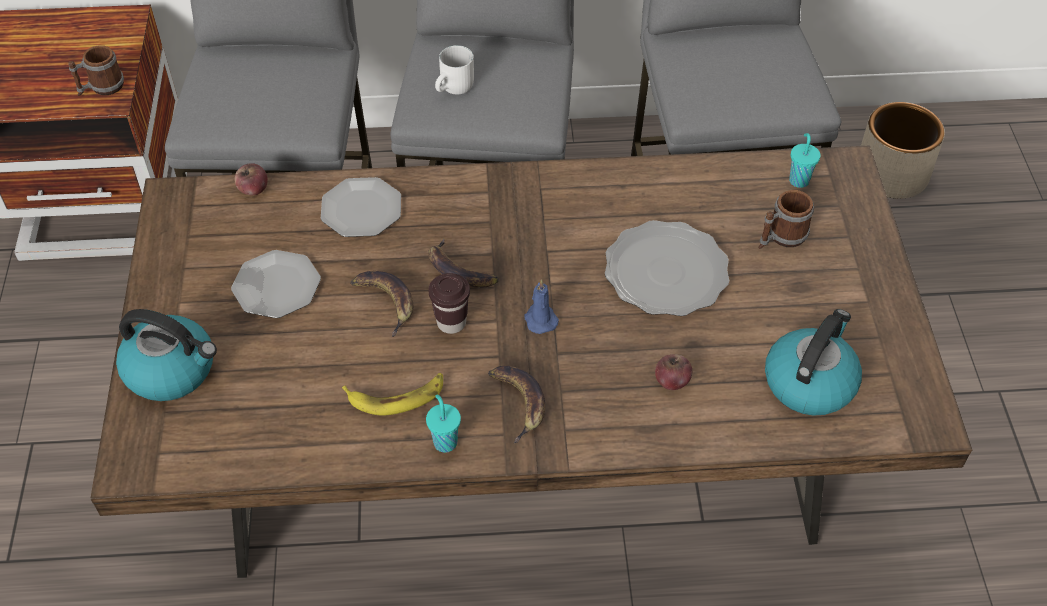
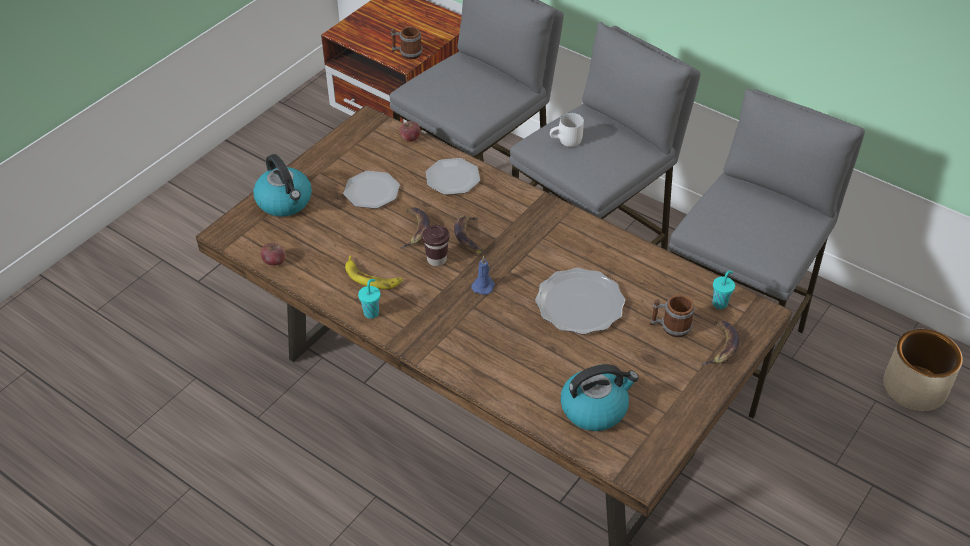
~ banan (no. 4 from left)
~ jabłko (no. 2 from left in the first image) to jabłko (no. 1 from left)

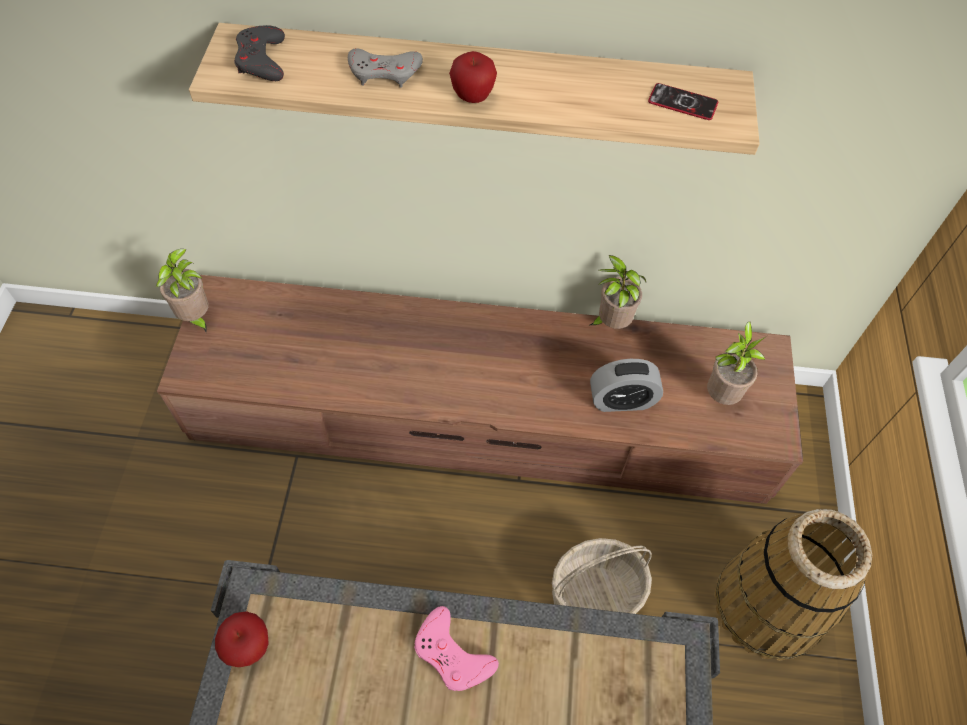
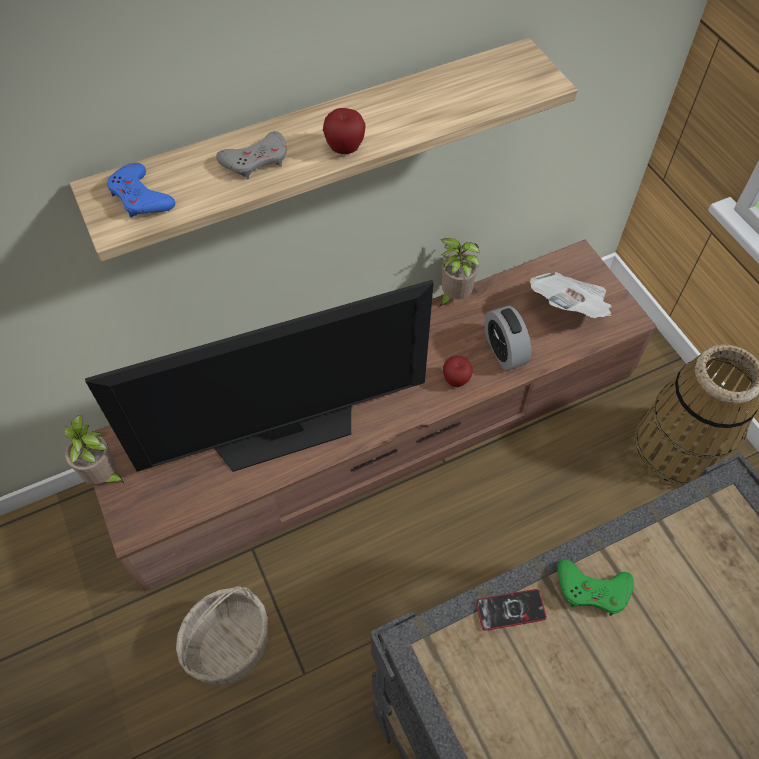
+ telewizor
~ jabłko (no. 1 from left in the first image) to jabłko (no. 2 from left)
~ koszyk (no. 1 from left)
~ telefon
~ roślina doniczkowa (no. 3 from left) to gazeta
~ pad do gier [szary] (no. 1 from left) to pad do gier [niebieski]
~ pad do gier [różowy] to pad do gier [zielony]
~ budzik 105 degrees clockwise

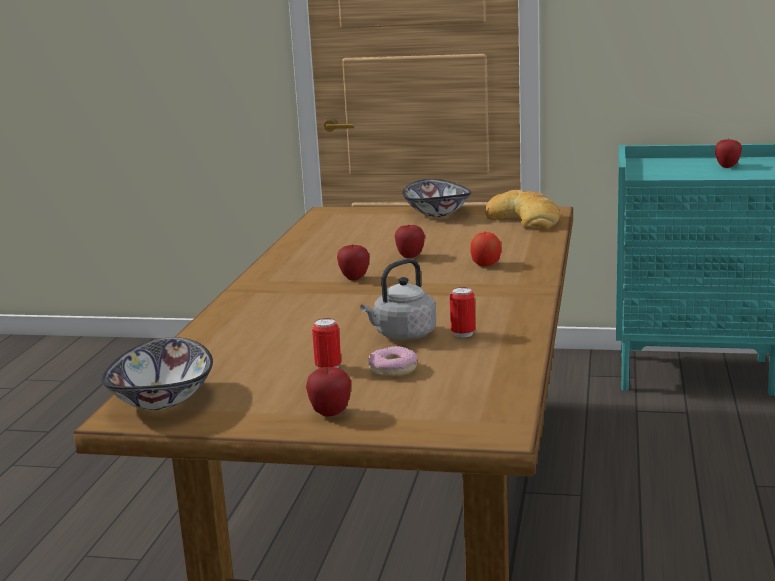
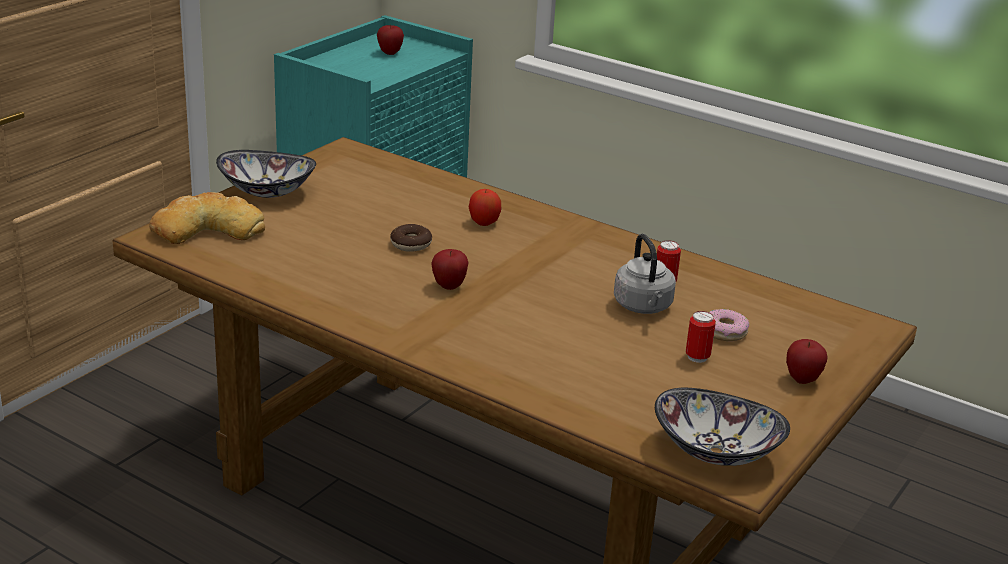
~ chleb
~ jabłko (no. 3 from left) to donut (no. 1 from left)

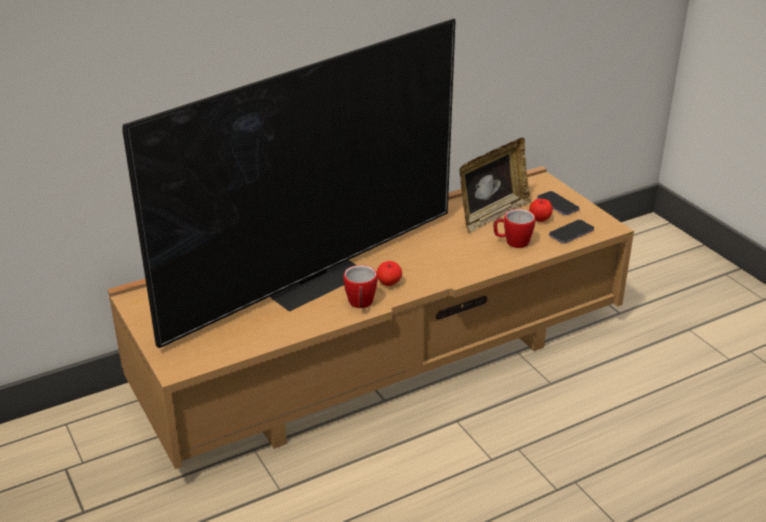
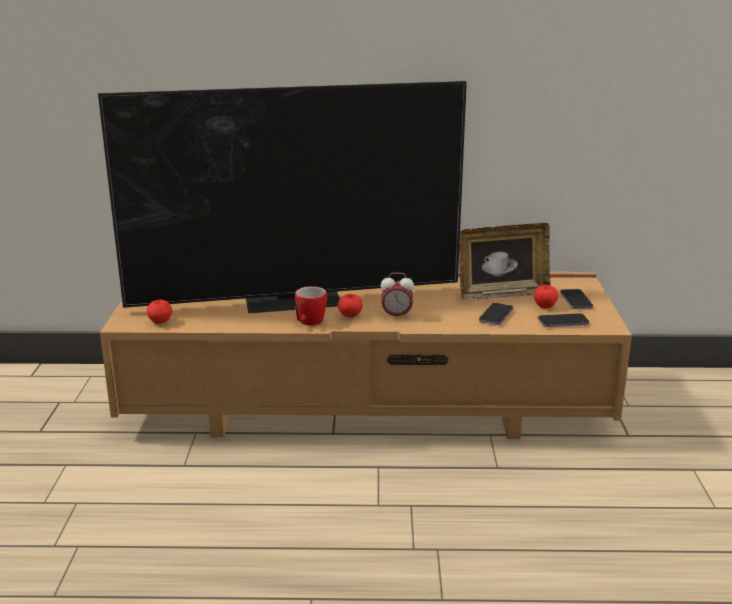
+ jabłko (no. 1 from left)
+ budzik
~ kubek (no. 2 from left) to telefon (no. 1 from left)

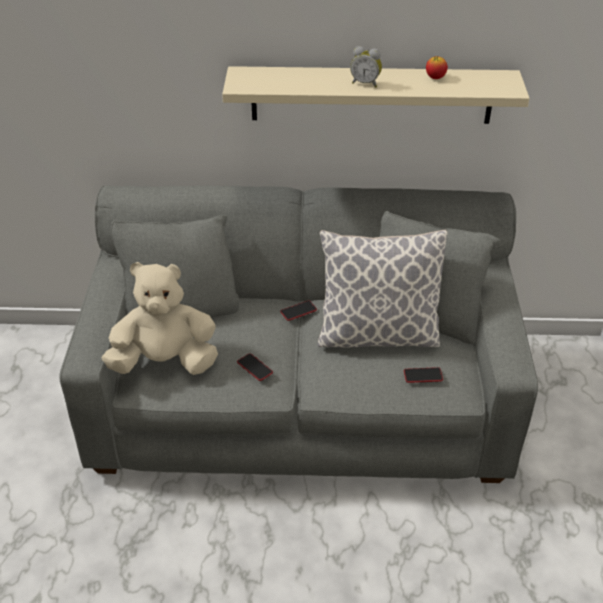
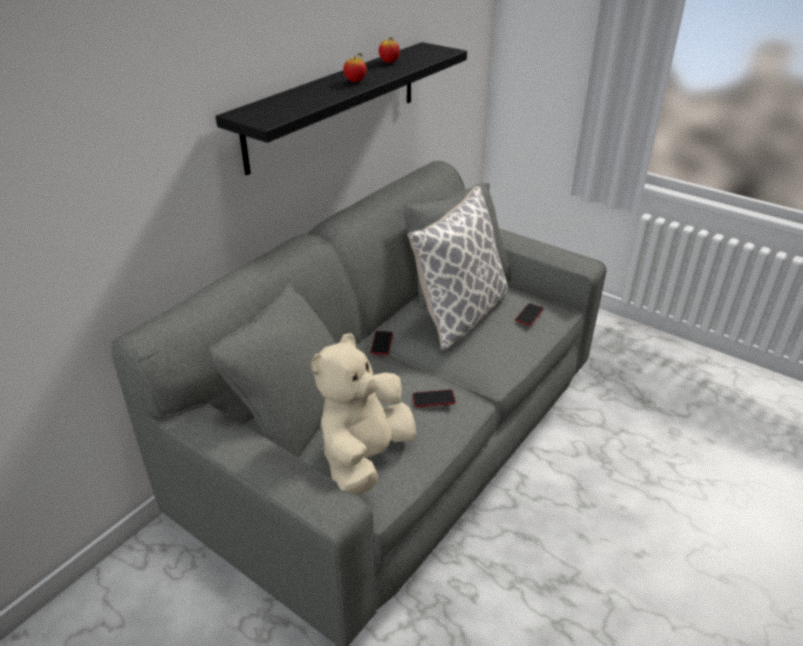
~ budzik to jabłko (no. 1 from left)
~ półka [beżowy] to półka [czarny]

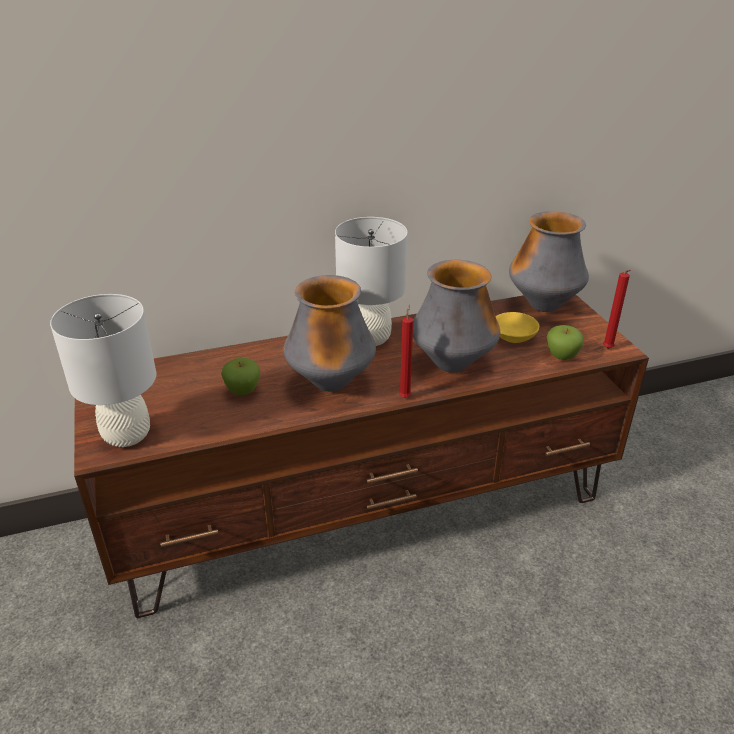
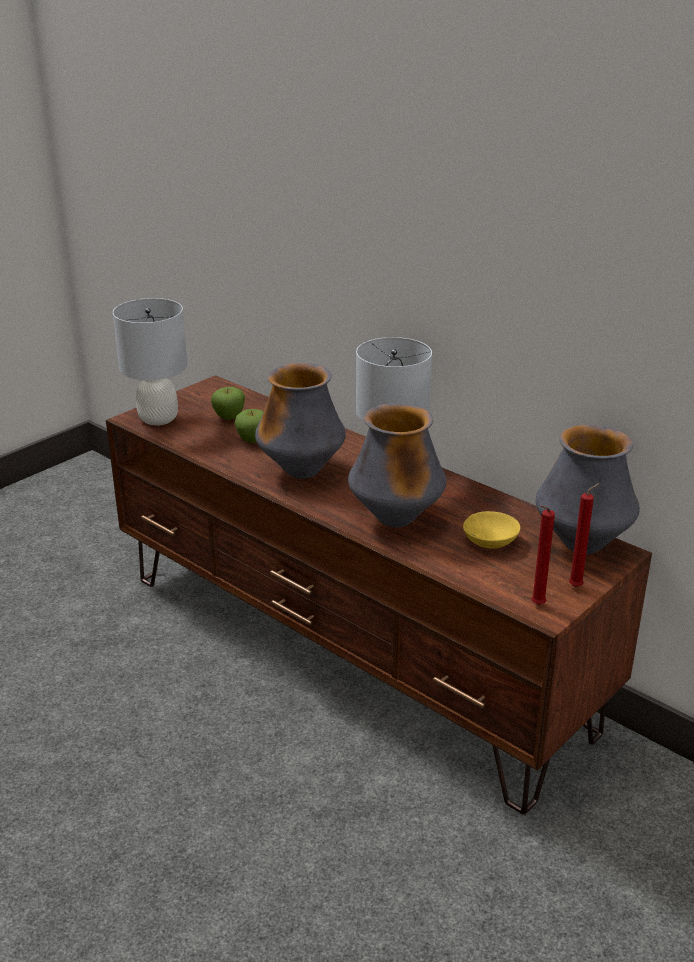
~ świeca [czerwony] (no. 1 from left in the first image) to świeca [czerwony] (no. 2 from left)
~ jabłko (no. 2 from left in the first image) to jabłko (no. 1 from left)

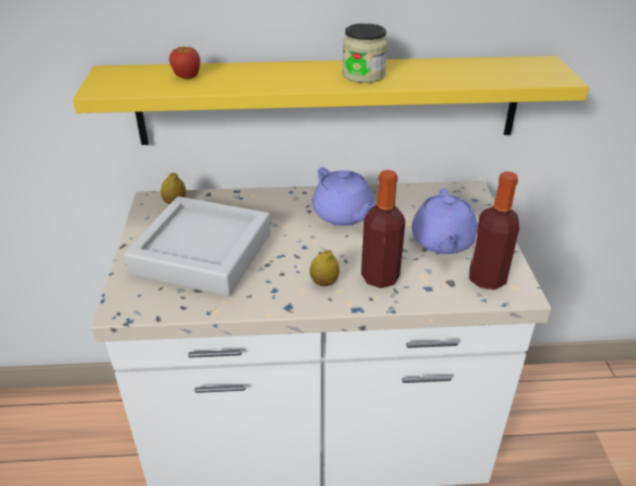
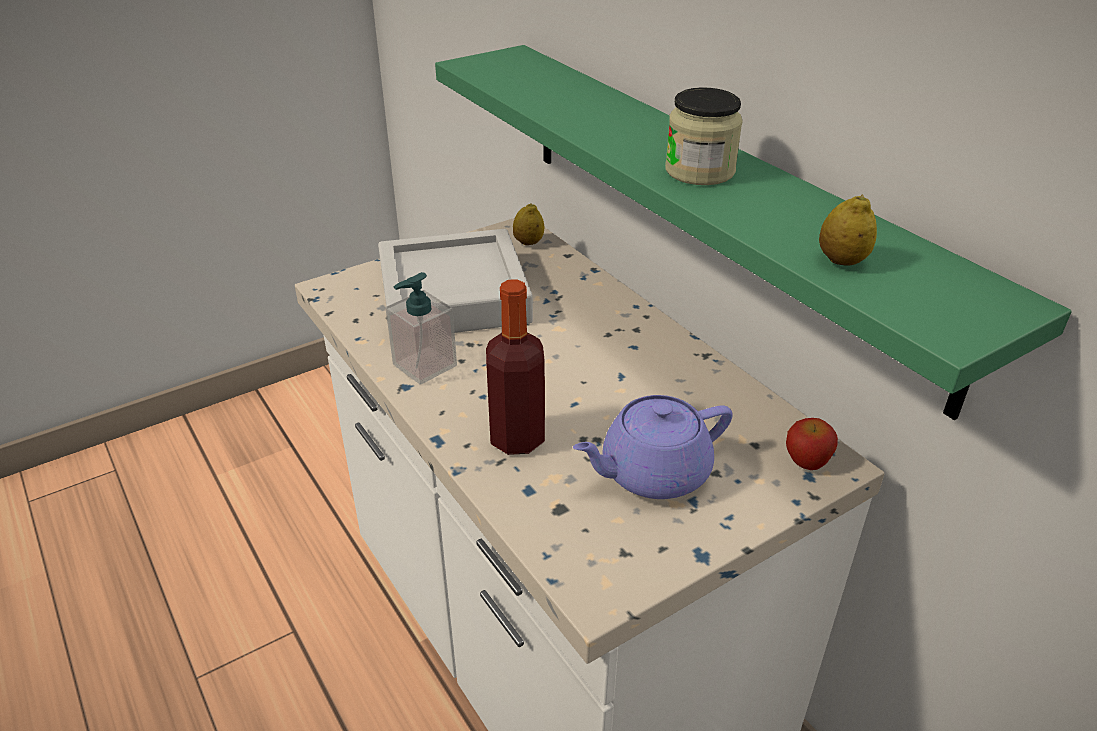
- imbryk [fioletowy] (no. 1 from left)
- butelka (no. 2 from left)
+ dozownik mydła
~ jabłko
~ cytryna (no. 2 from left)
~ półka [żółty] to półka [zielony]

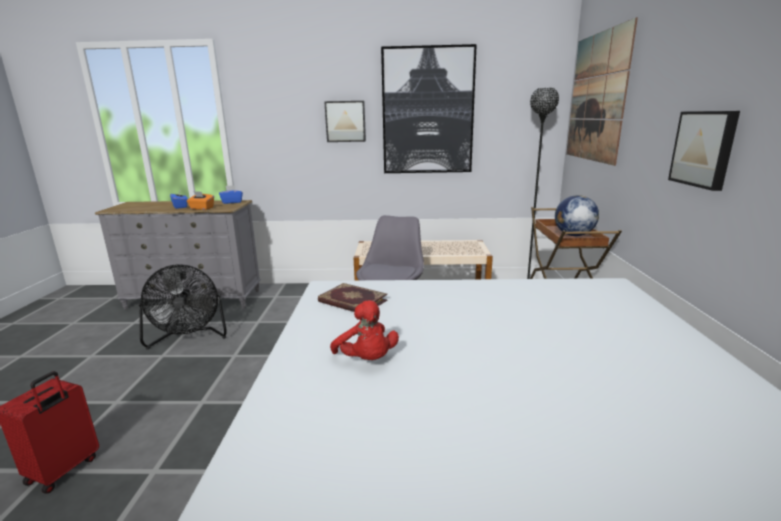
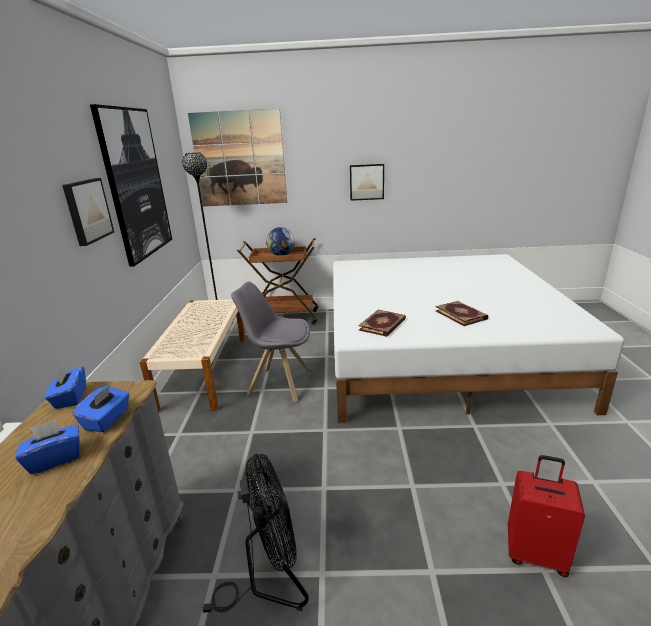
~ pluszak [czerwony] to książka (no. 2 from left)
~ pudełko chusteczek [pomarańczowy] to pudełko chusteczek [niebieski] (no. 3 from left)

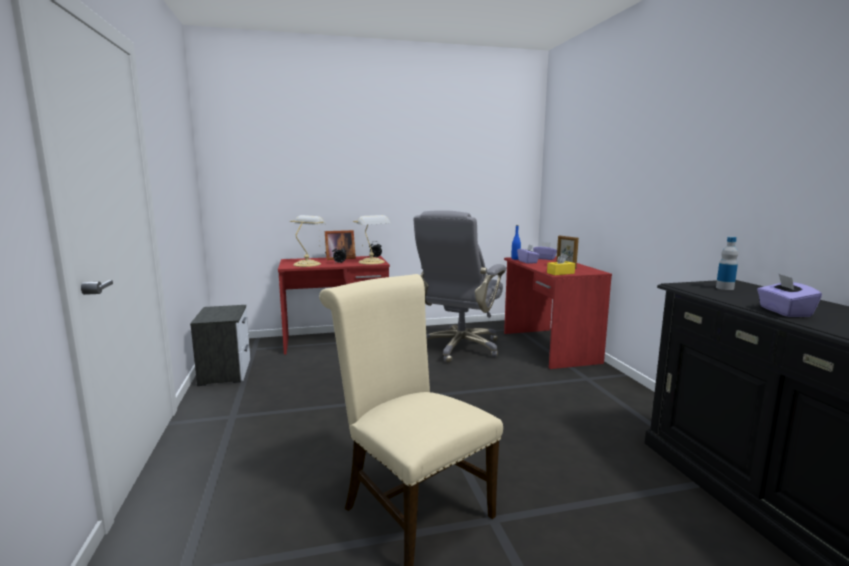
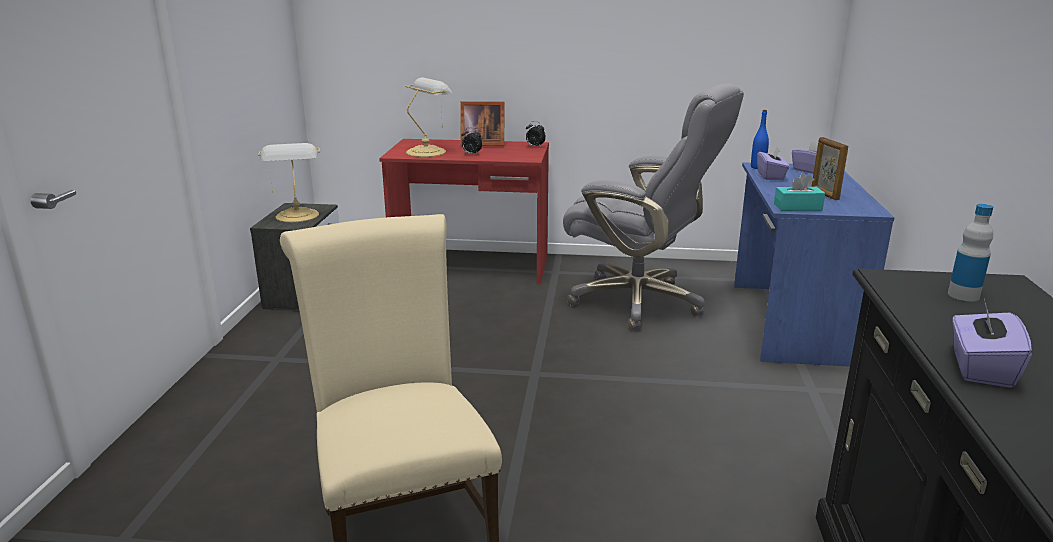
~ lampa stołowa (no. 2 from left in the first image) to lampa stołowa (no. 1 from left)
~ biurko [czerwony] (no. 2 from left) to biurko [niebieski]
~ pudełko chusteczek [żółty] to pudełko chusteczek [turkusowy]
~ krzesło biurowe [szary] 105 degrees counterclockwise

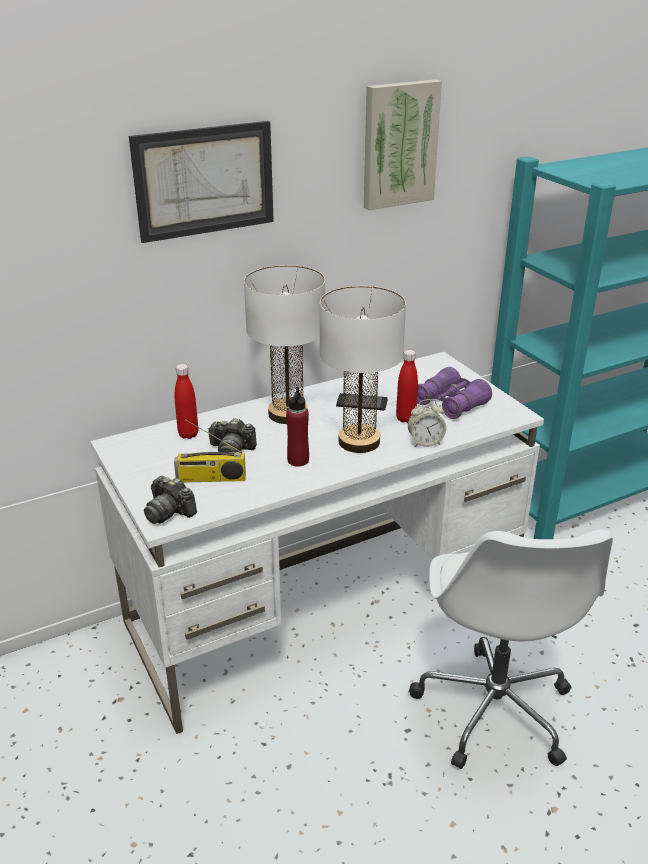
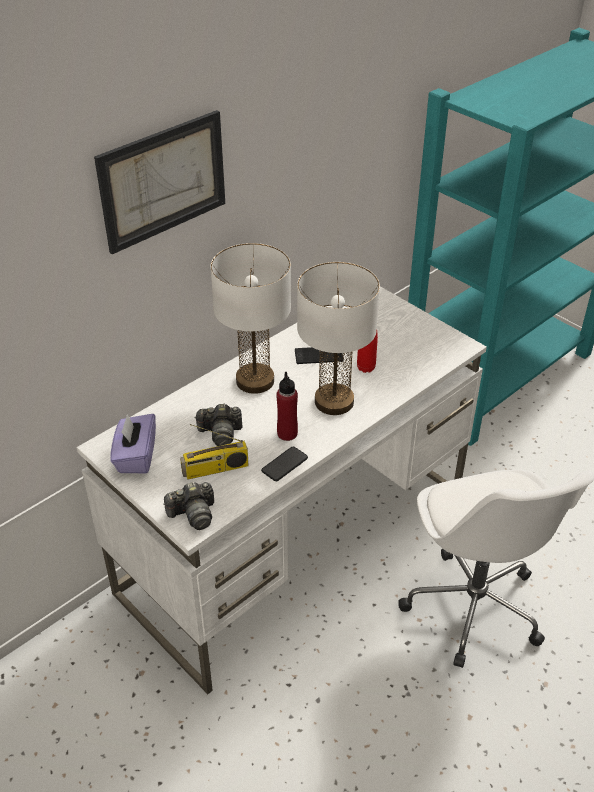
- butelka [czerwony] (no. 1 from left)
- obraz (no. 2 from left)
- budzik
- lornetka [fioletowy]
+ pudełko chusteczek [fioletowy]
+ telefon (no. 1 from left)
~ aparat fotograficzny (no. 1 from left) 45 degrees counterclockwise

